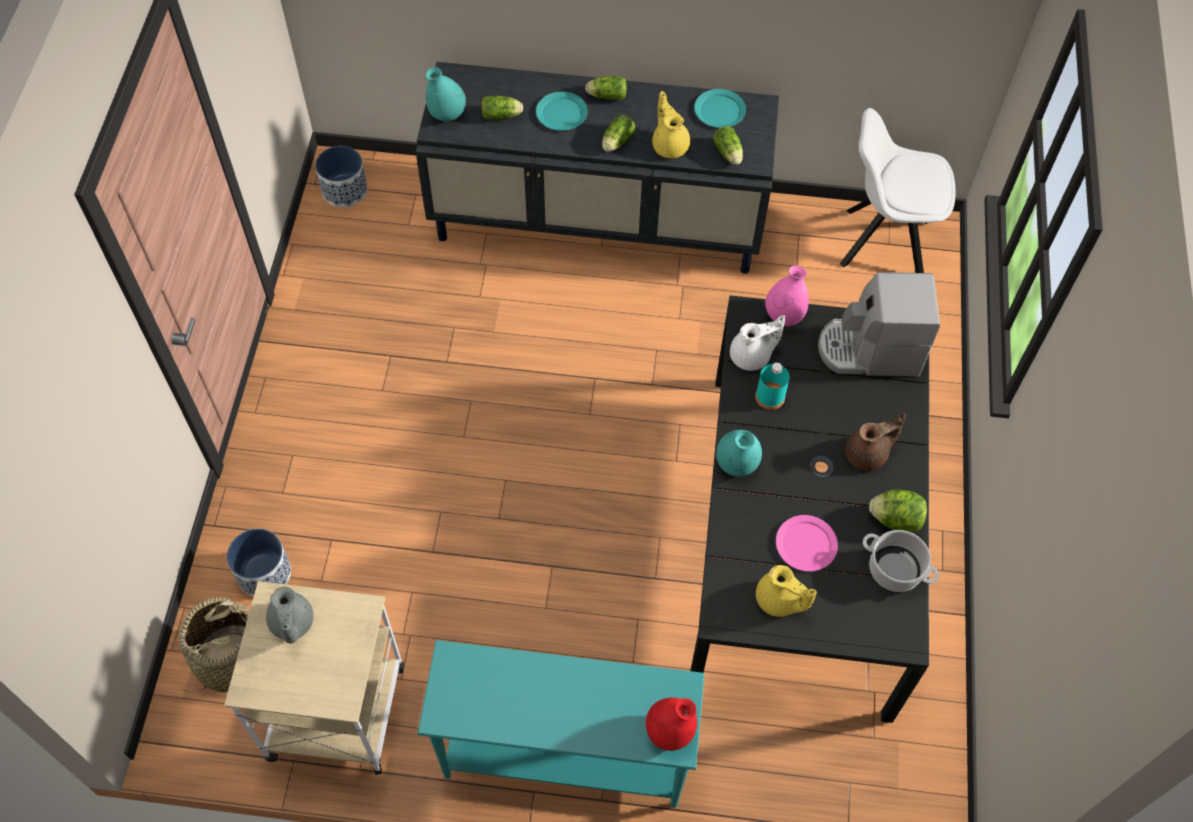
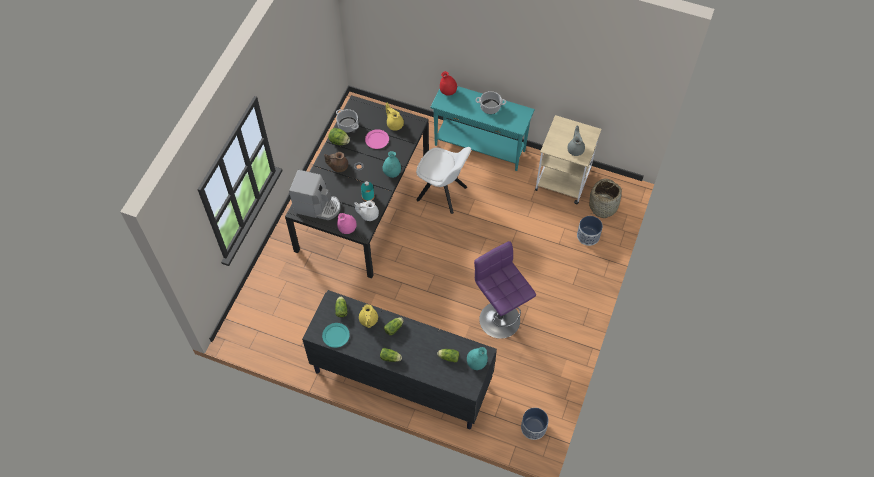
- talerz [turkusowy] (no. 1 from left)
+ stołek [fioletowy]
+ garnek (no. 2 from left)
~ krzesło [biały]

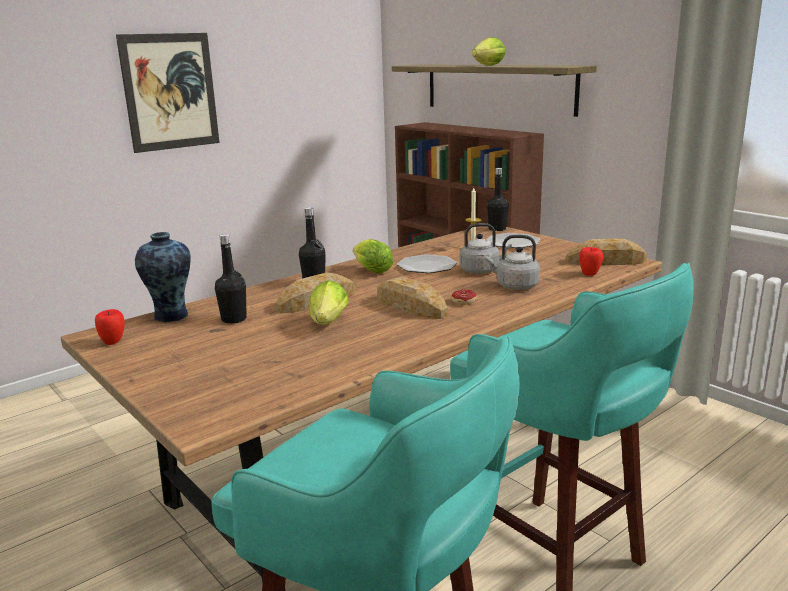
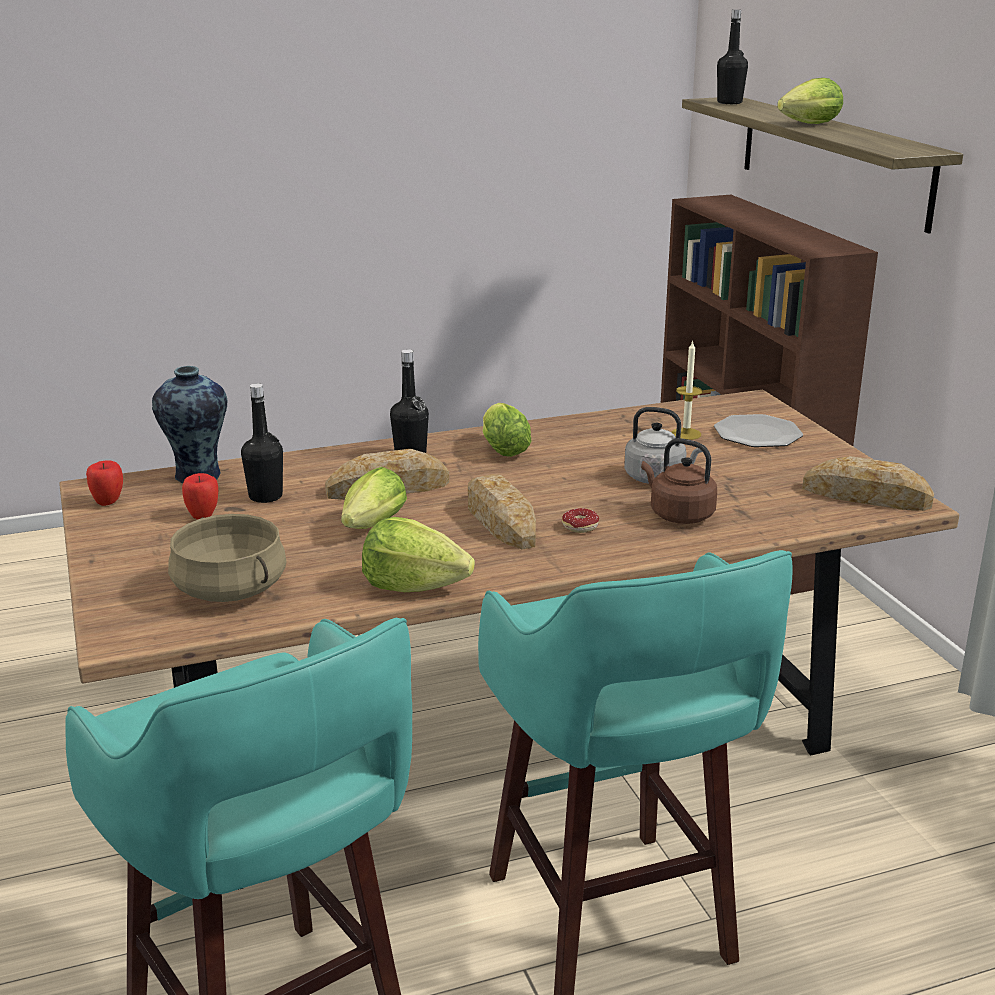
- obraz
- talerz (no. 1 from left)
+ garnek [beżowy]
+ sałata (no. 2 from left)
~ butelka [czarny] (no. 3 from left)
~ jabłko (no. 2 from left)
~ czajnik [szary] (no. 2 from left) to czajnik [brązowy]

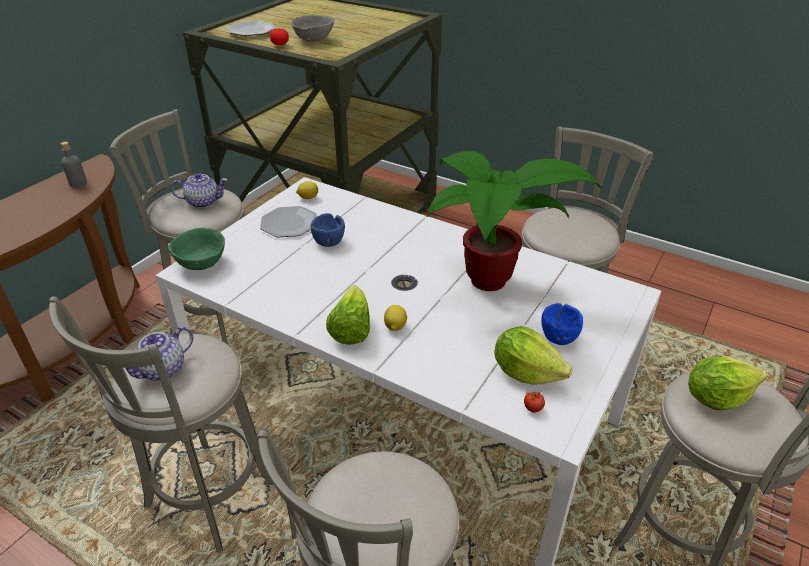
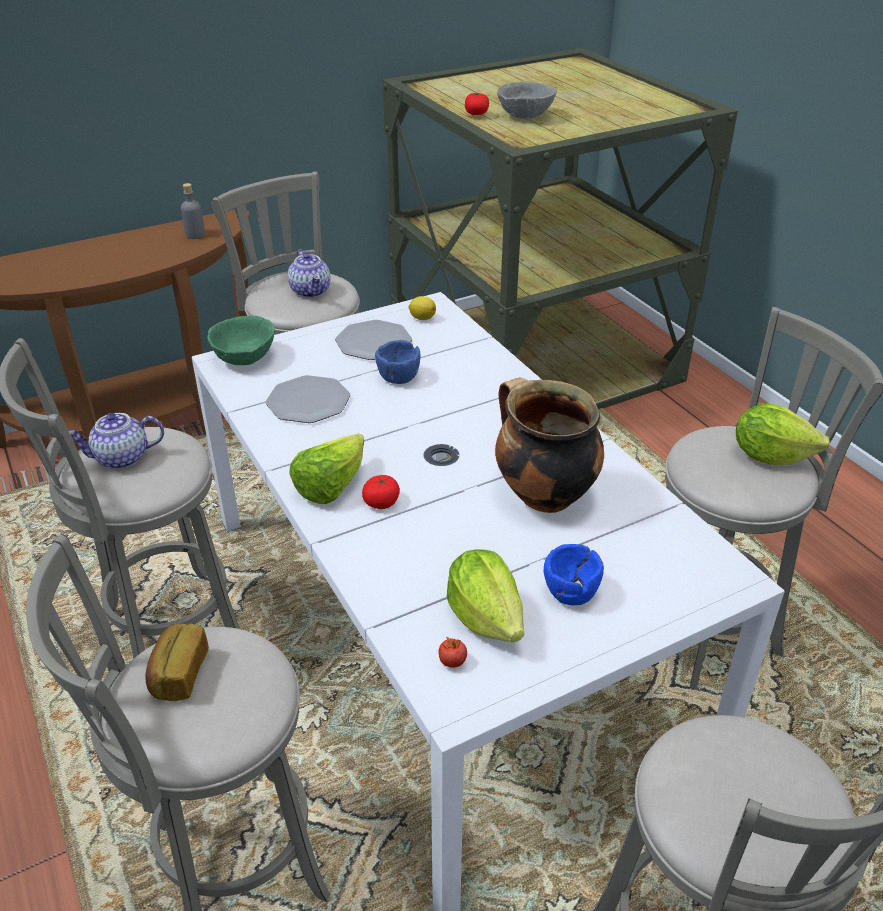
+ chleb
~ talerz (no. 1 from left)
~ sałata (no. 3 from left)
~ cytryna (no. 2 from left) to pomidor (no. 1 from left)
~ roślina doniczkowa to garnek
~ imbryk (no. 2 from left) 45 degrees clockwise

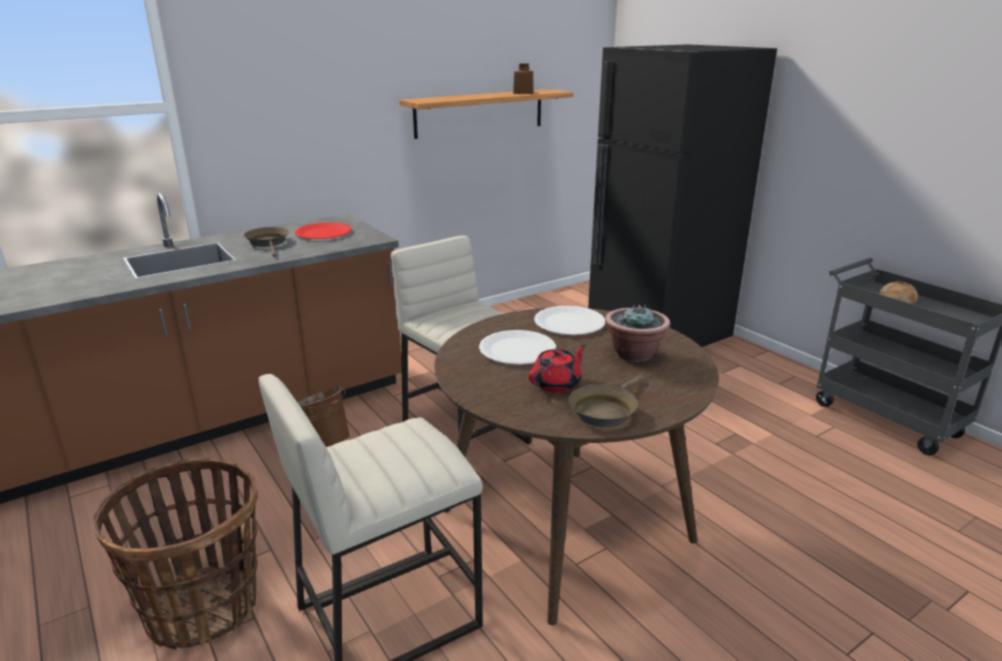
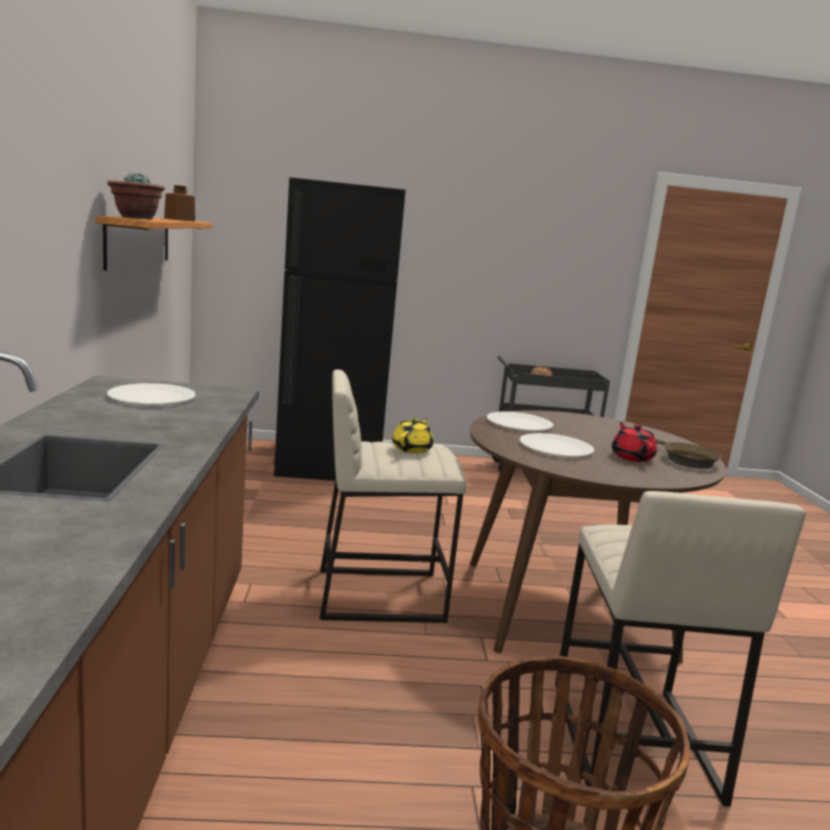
- patelnia [brązowy] (no. 1 from left)
- wiadro [brązowy]
+ imbryk [żółty]
~ roślina doniczkowa
~ talerz [czerwony] to talerz [biały] (no. 1 from left)

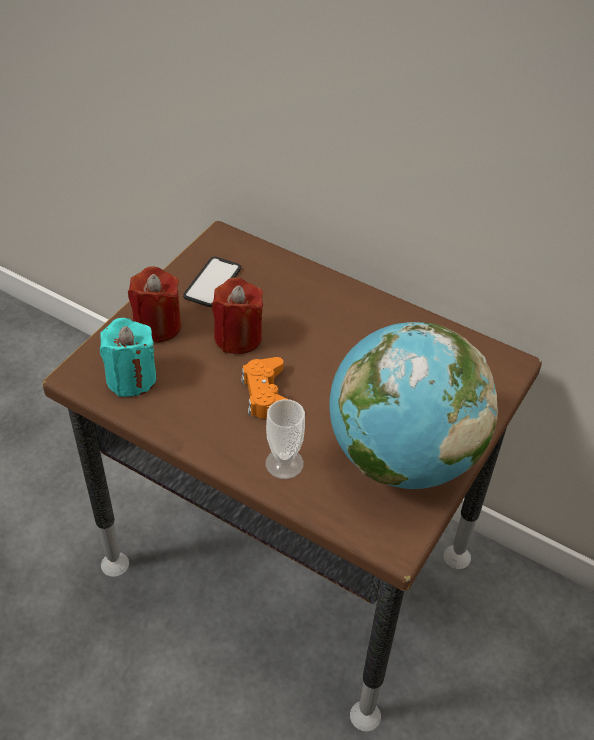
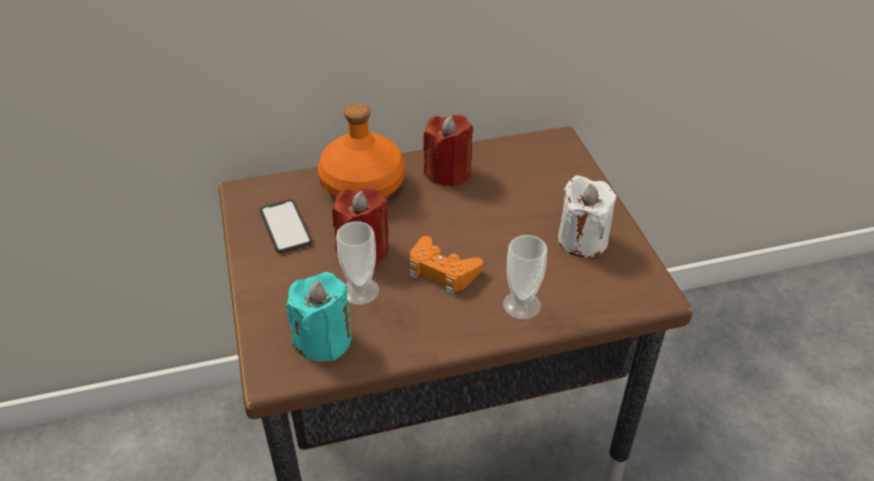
+ butelka [pomarańczowy]
+ filiżanka (no. 1 from left)
~ świeca [czerwony] (no. 1 from left in the first image) to świeca [czerwony] (no. 2 from left)
~ globus to świeca [biały]

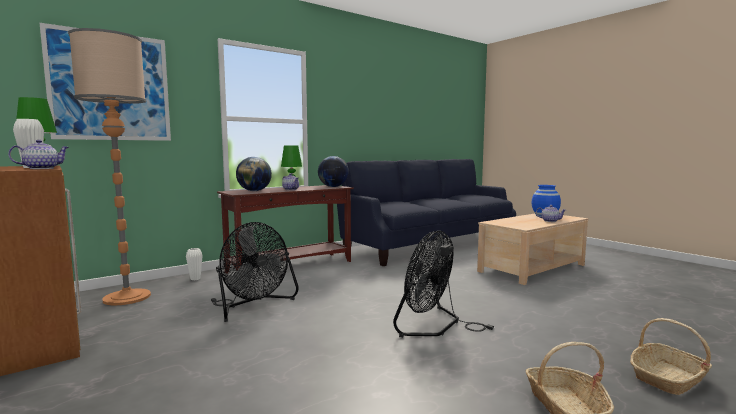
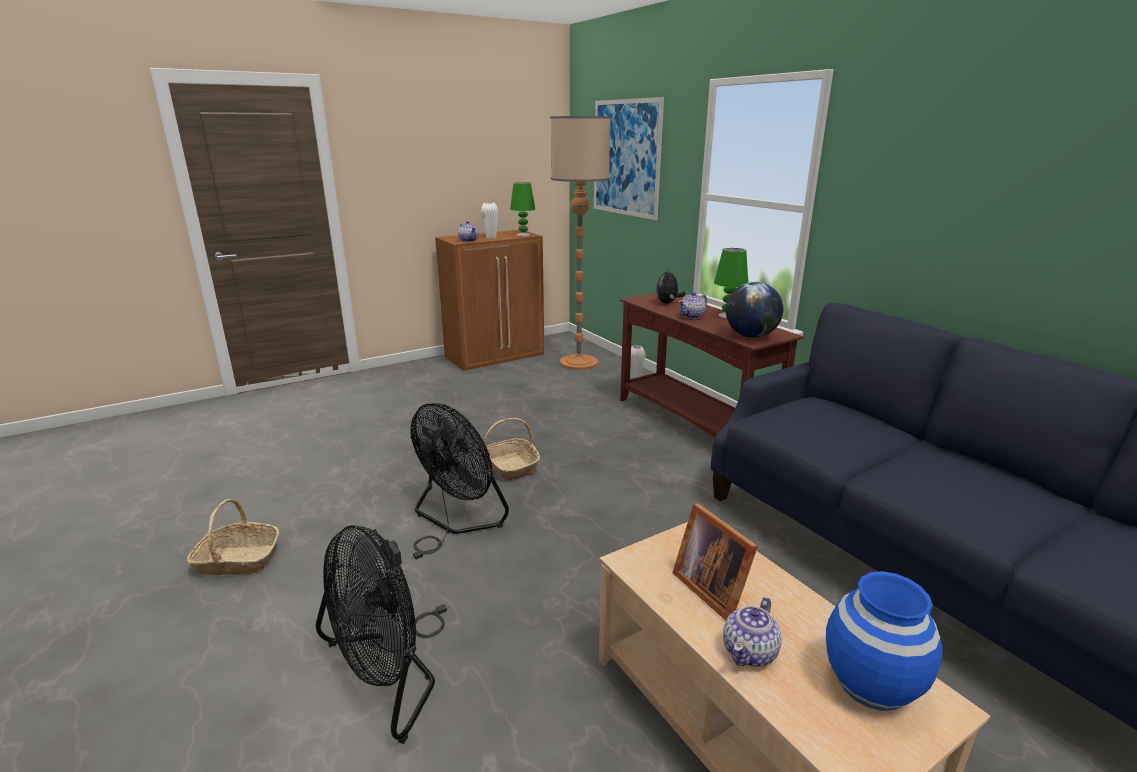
+ ramka na zdjęcie
~ wentylator [czarny] (no. 1 from left)
~ koszyk (no. 2 from left)
~ globus (no. 1 from left) to pluszak

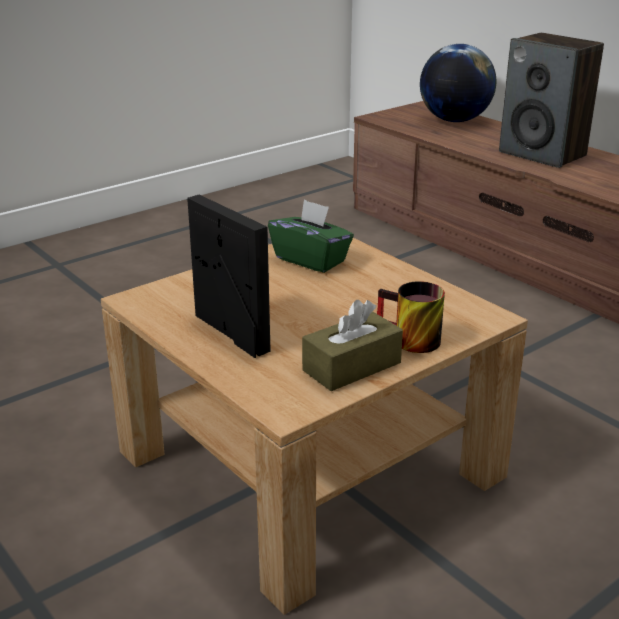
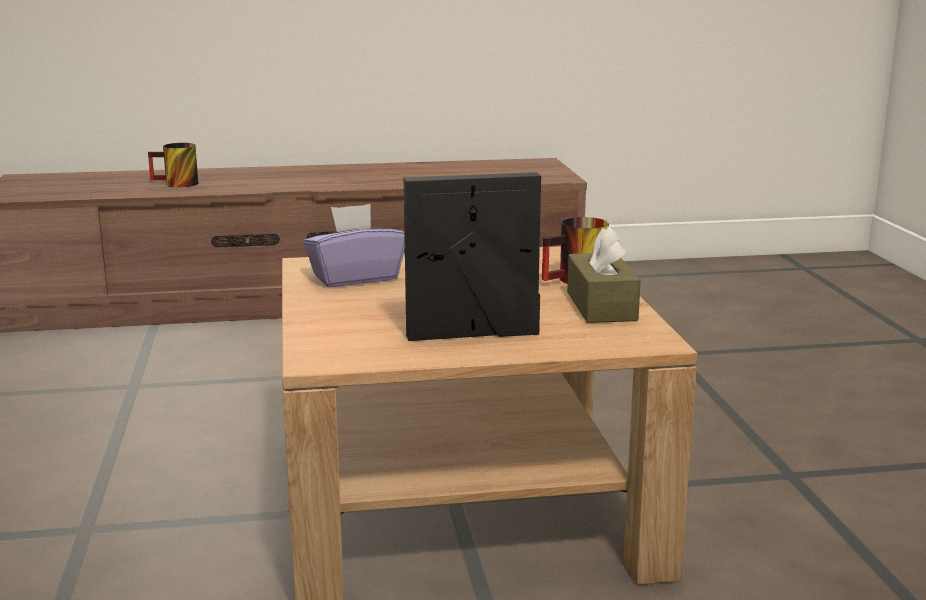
- globus
- głośnik
+ kubek (no. 1 from left)
~ pudełko chusteczek [zielony] to pudełko chusteczek [fioletowy]

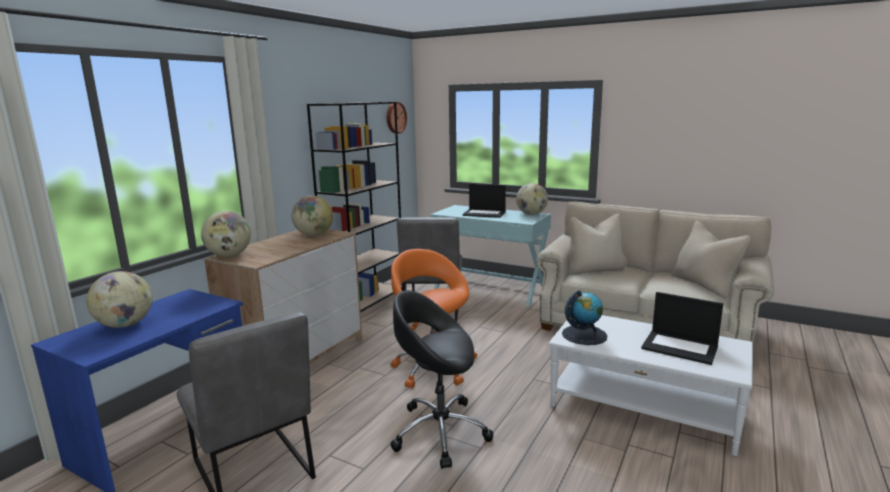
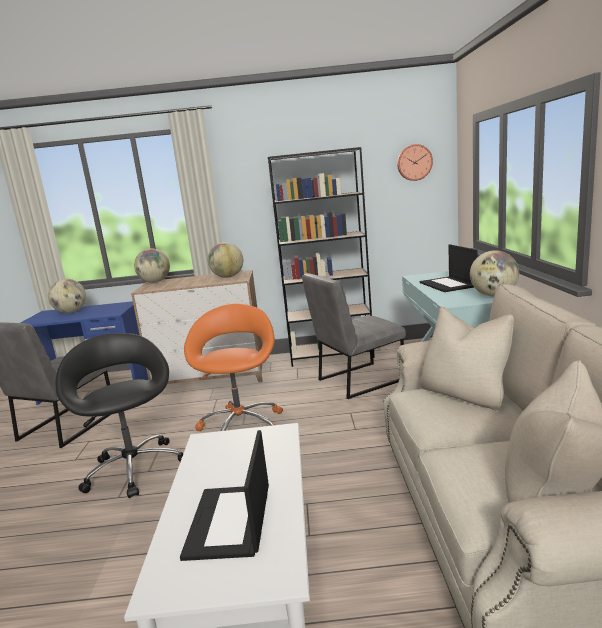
- globus (no. 5 from left)

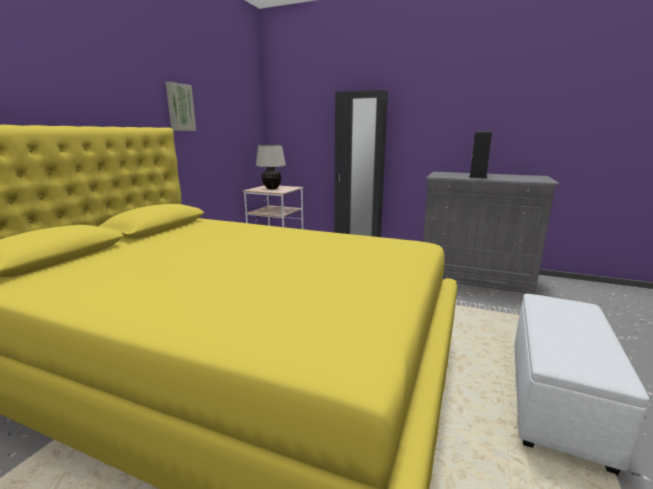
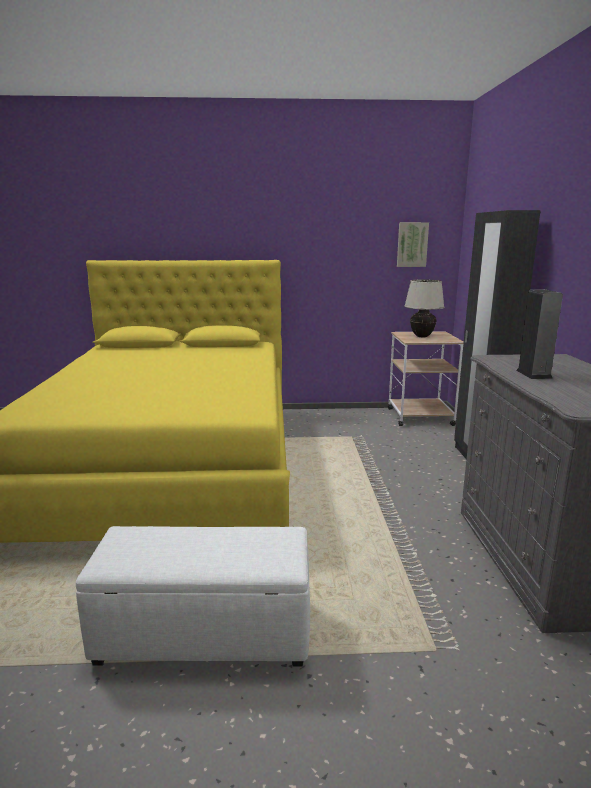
~ obraz

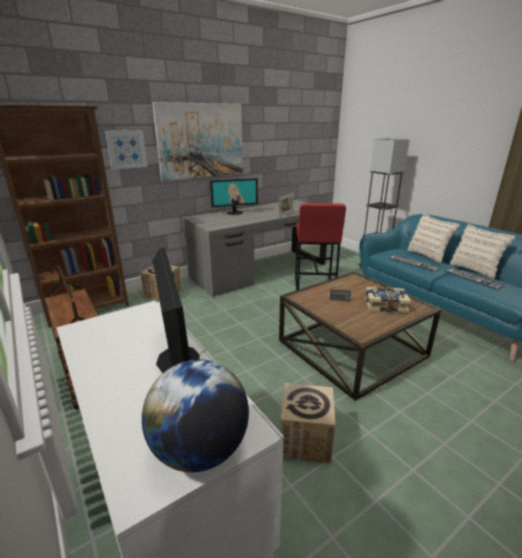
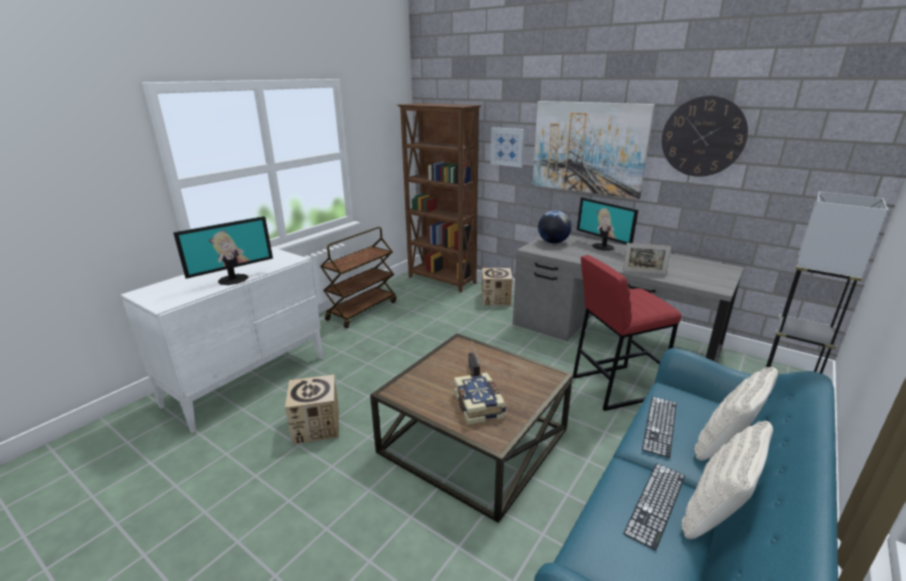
+ zegar ścienny
~ globus

